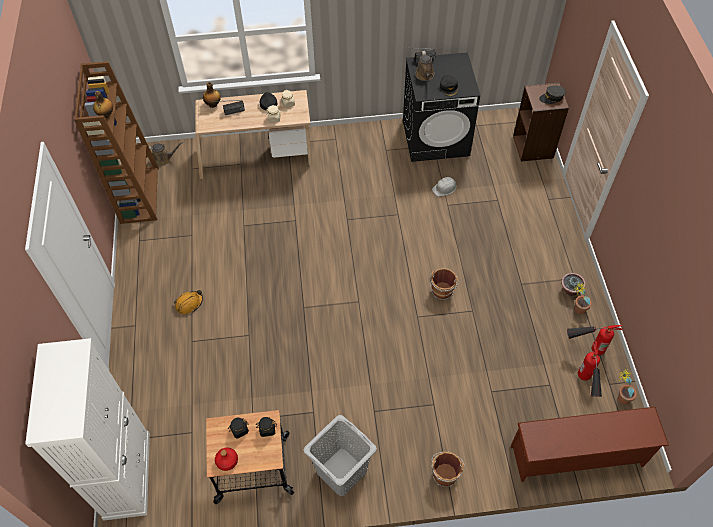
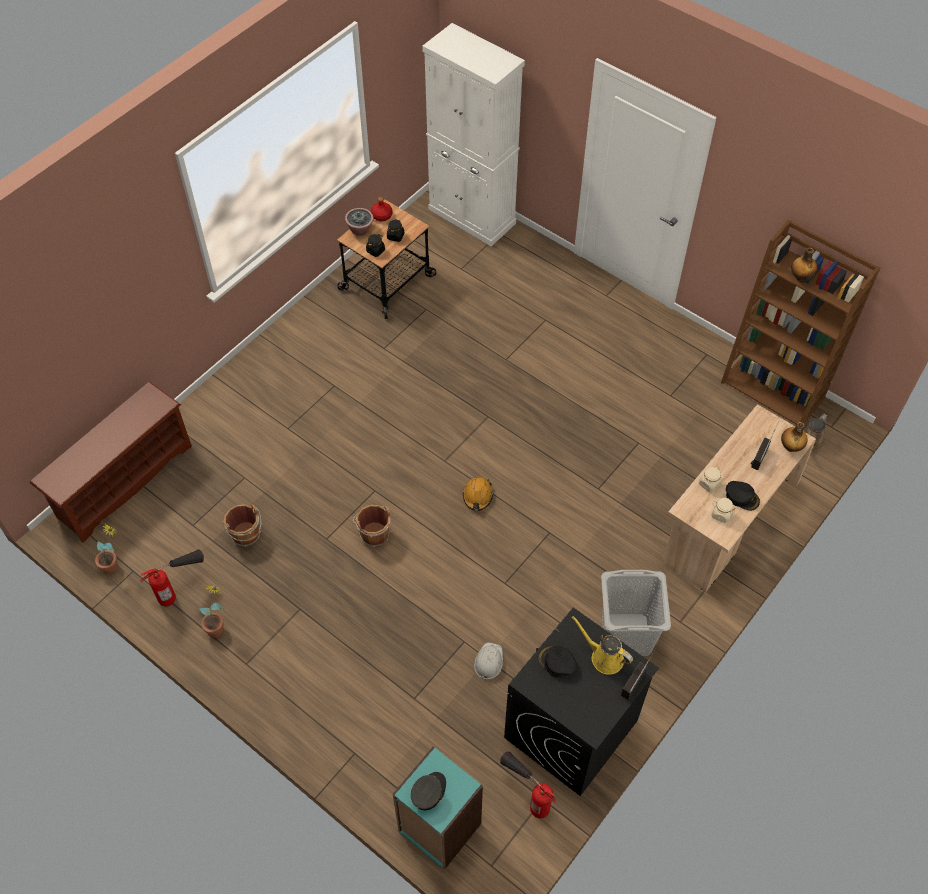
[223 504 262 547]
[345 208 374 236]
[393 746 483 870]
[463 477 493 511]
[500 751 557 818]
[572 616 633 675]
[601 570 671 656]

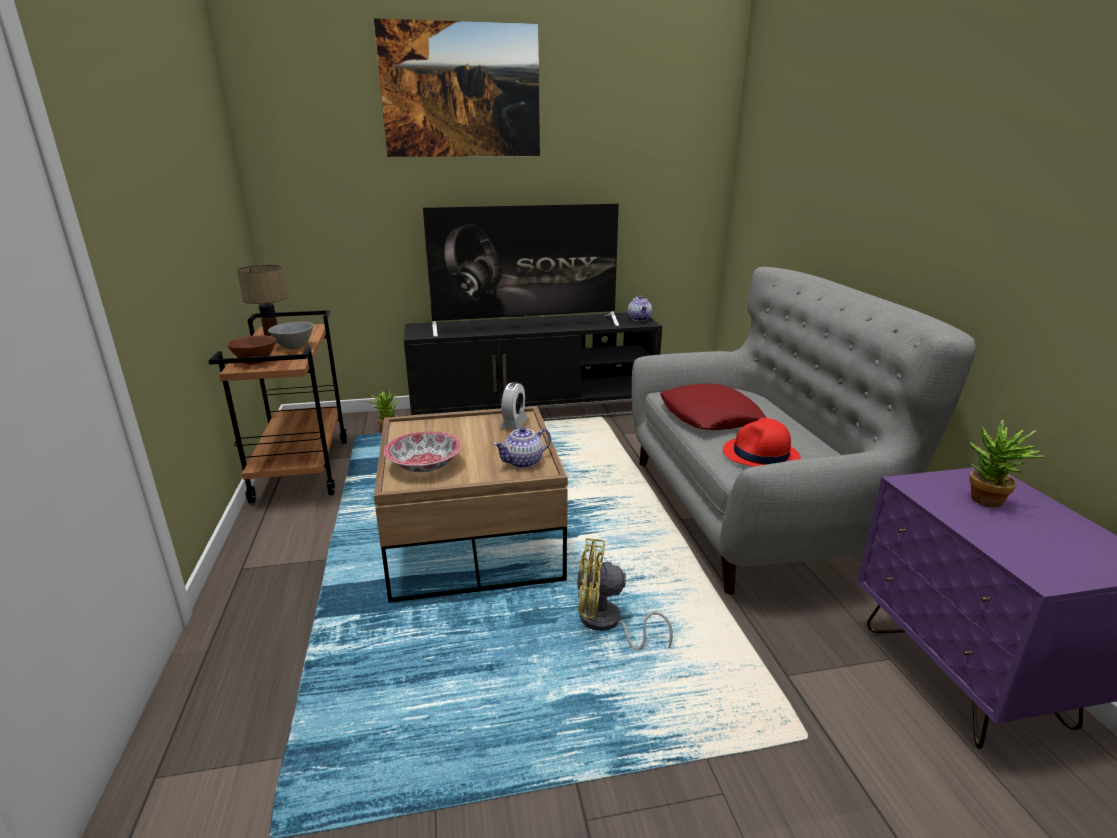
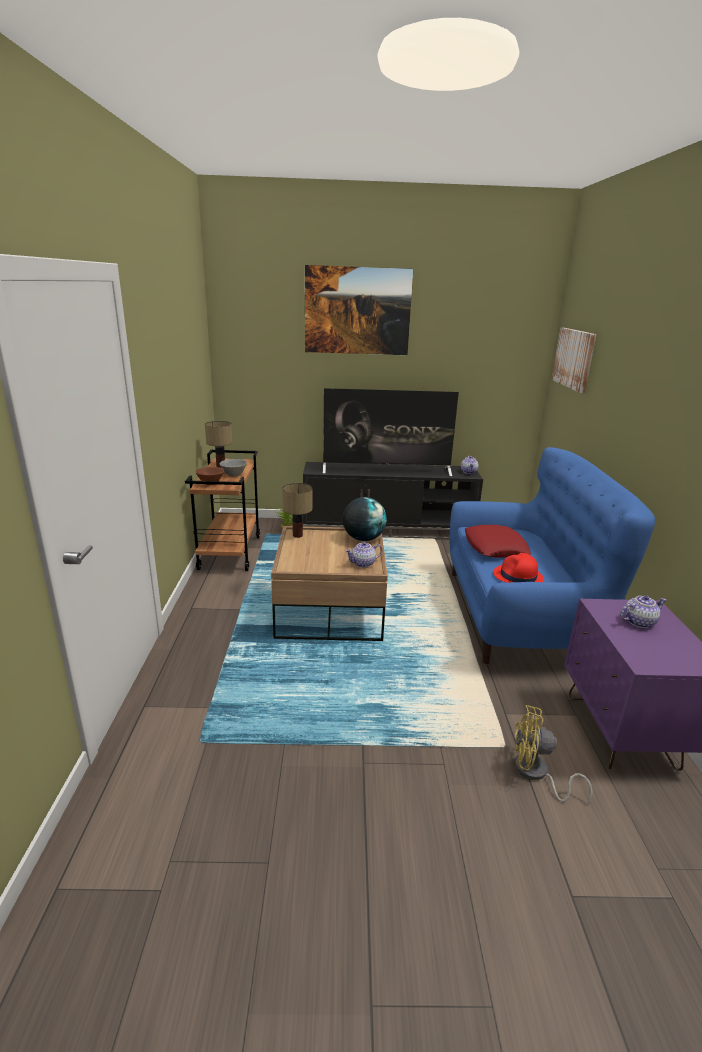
[282 483 313 538]
[343 497 387 541]
[449 447 655 664]
[514 705 592 805]
[552 328 596 393]
[620 595 666 628]
[384 431 461 472] (first image)

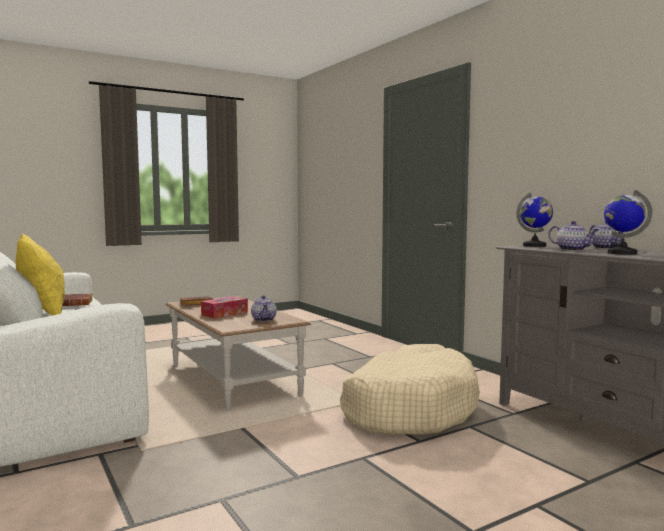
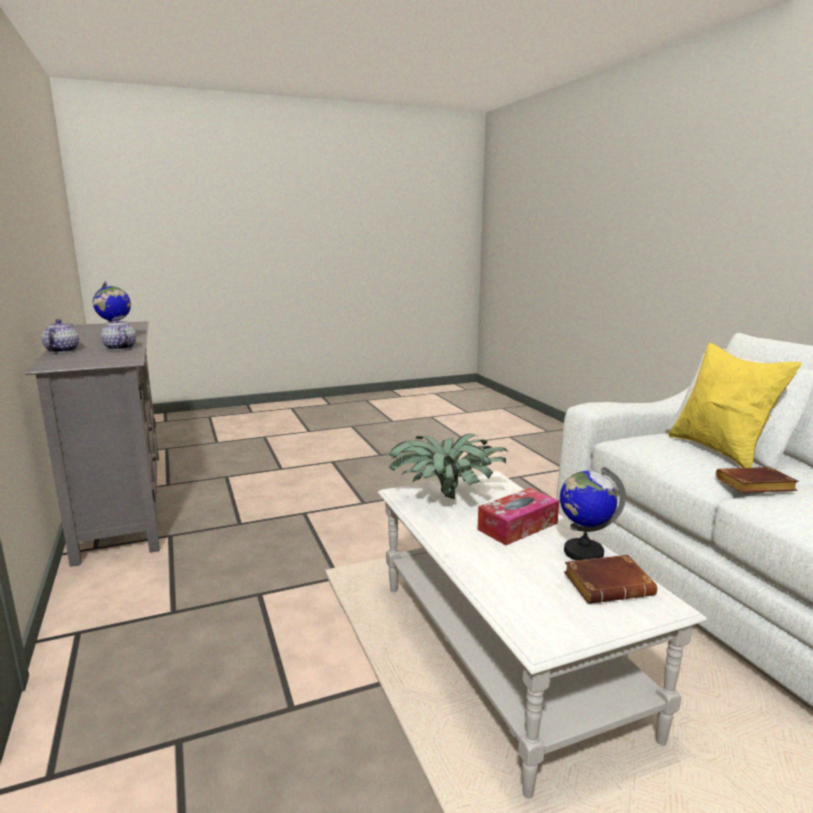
[378 471 707 799]
[389 434 508 499]
[560 467 626 561]
[340 344 480 434] (first image)

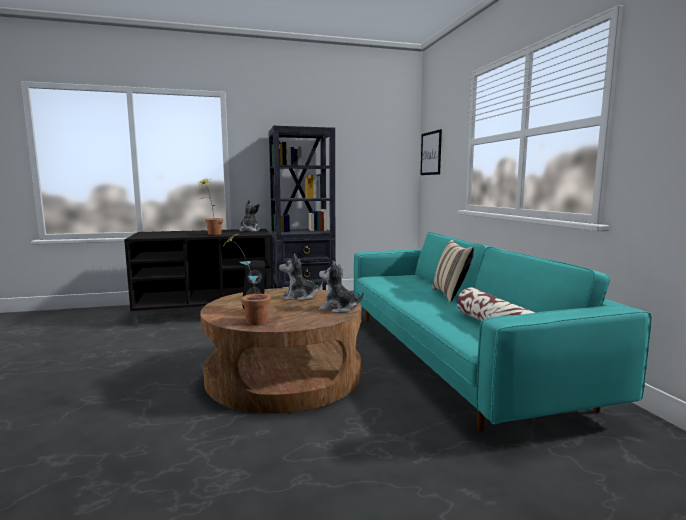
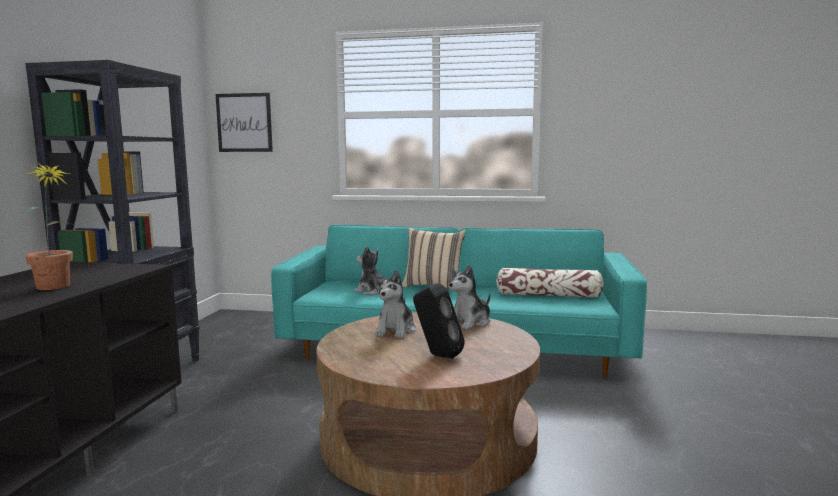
[354 246 386 295]
[223 234 271 325] (first image)

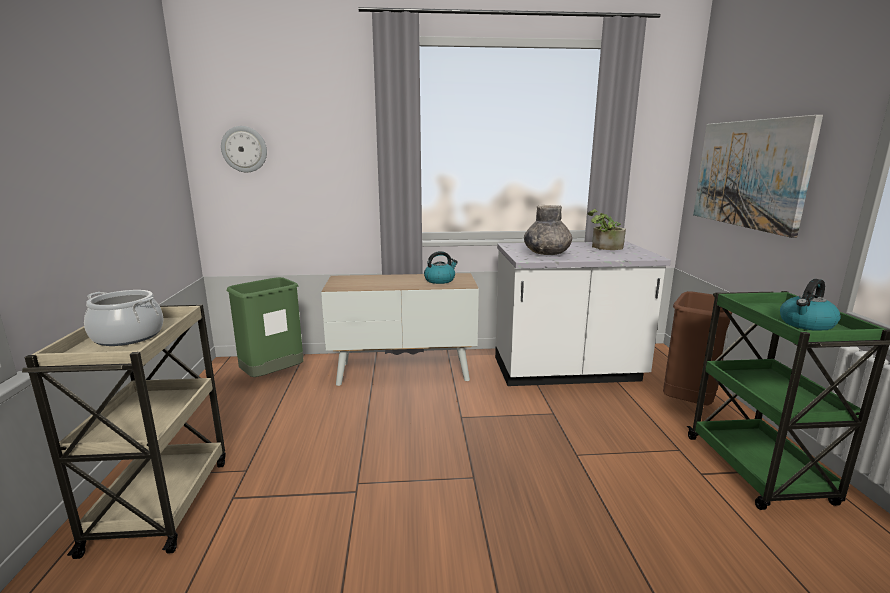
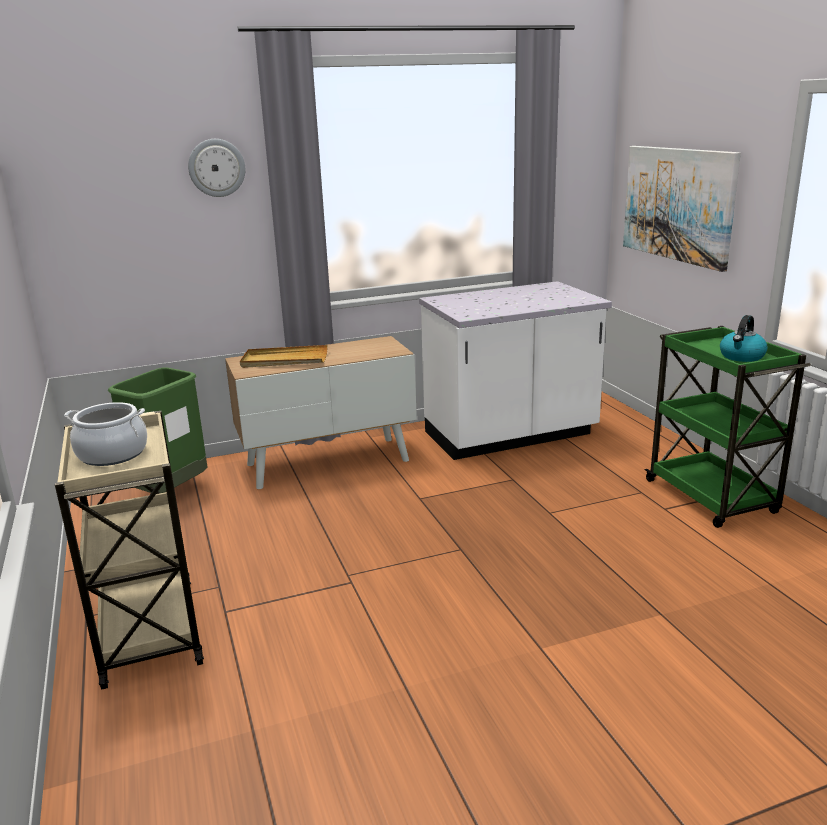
[188 139 245 197]
[240 345 327 368]
[424 251 458 284] (first image)
[524 205 572 255] (first image)
[587 209 626 250] (first image)
[663 291 732 405] (first image)

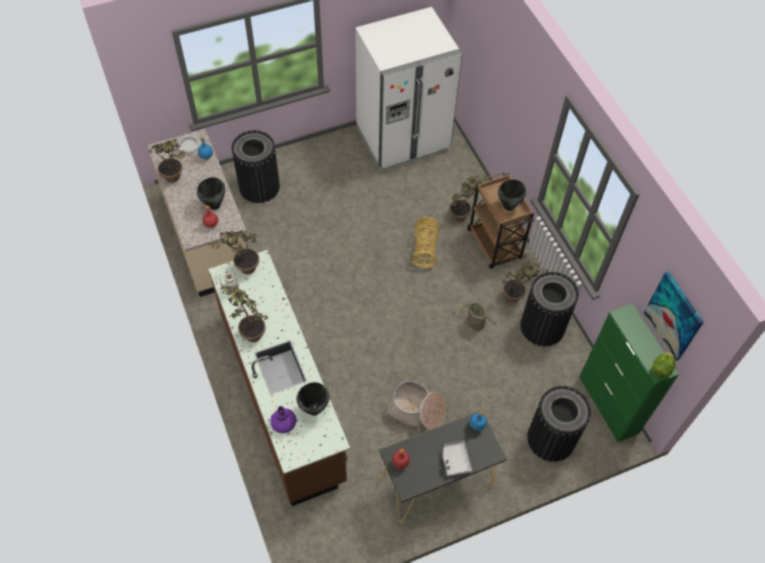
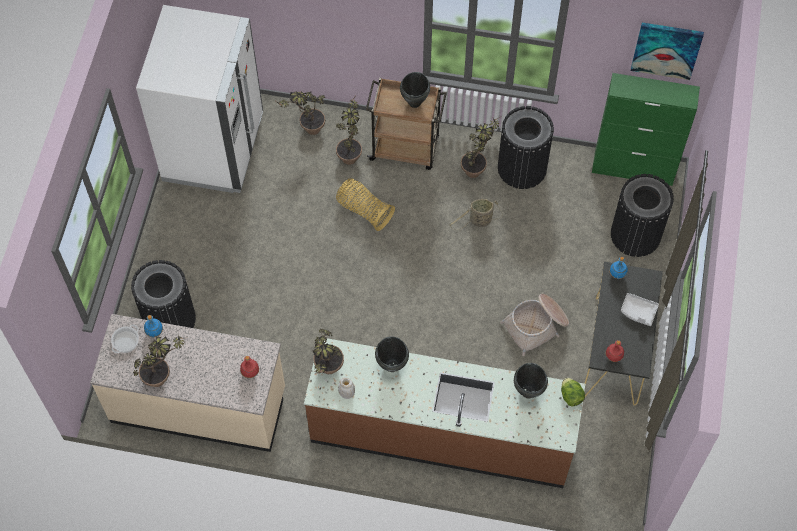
[276 91 325 135]
[375 336 409 372]
[561 378 585 407]
[270 406 296 433] (first image)

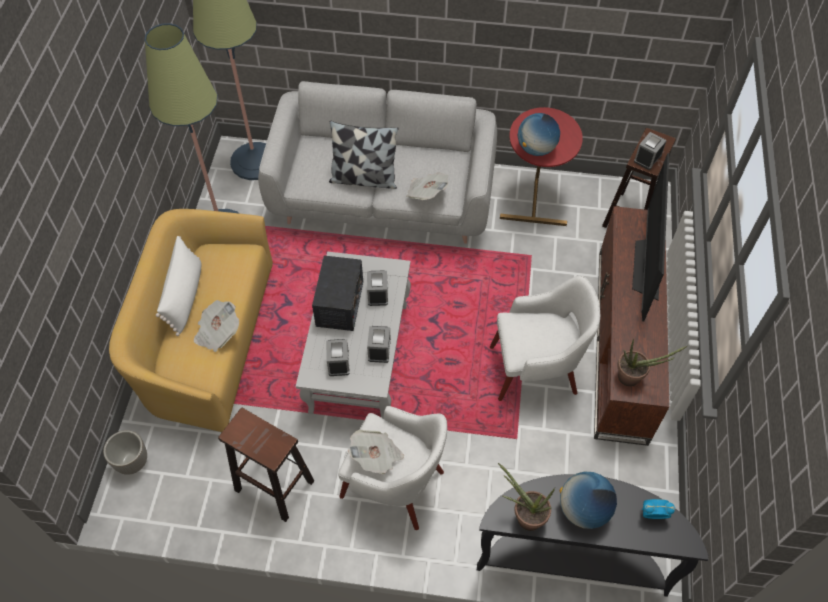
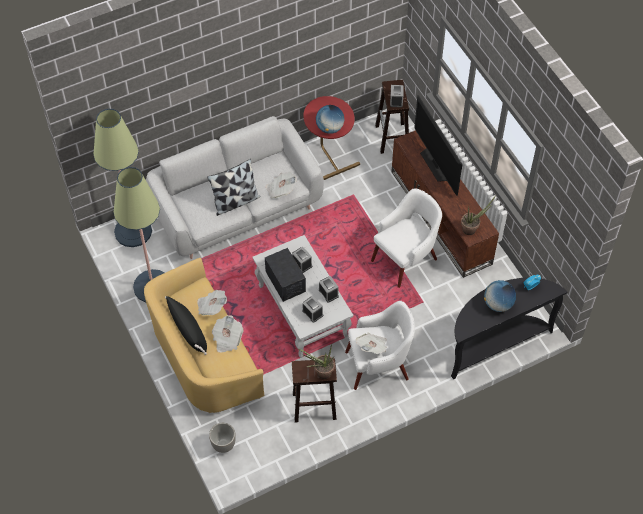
[165 296 207 355]
[197 290 227 315]
[299 344 335 379]

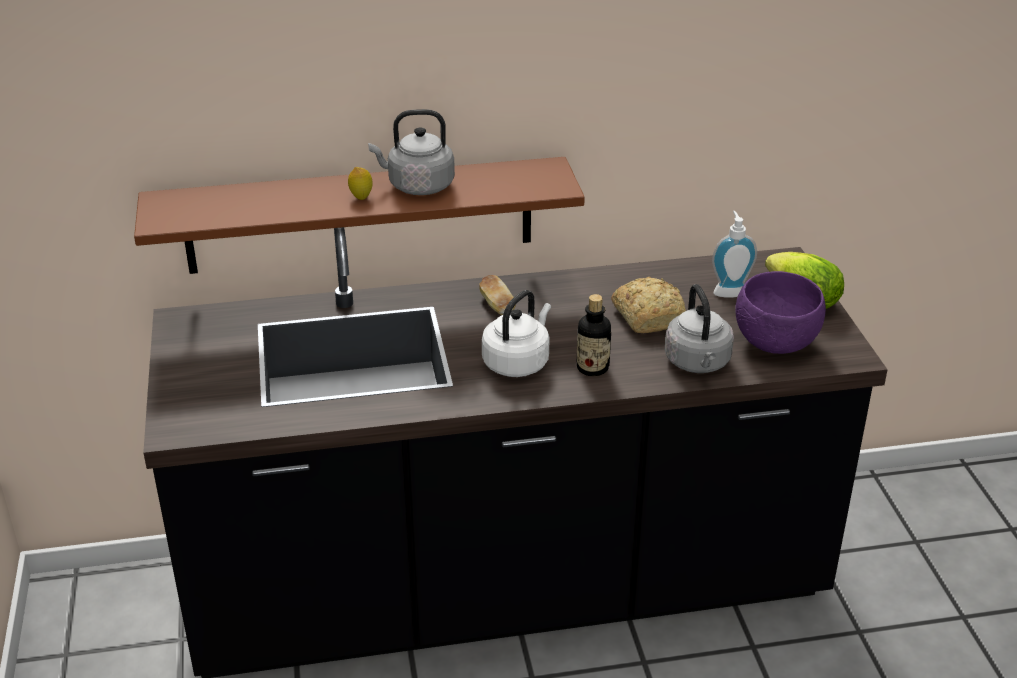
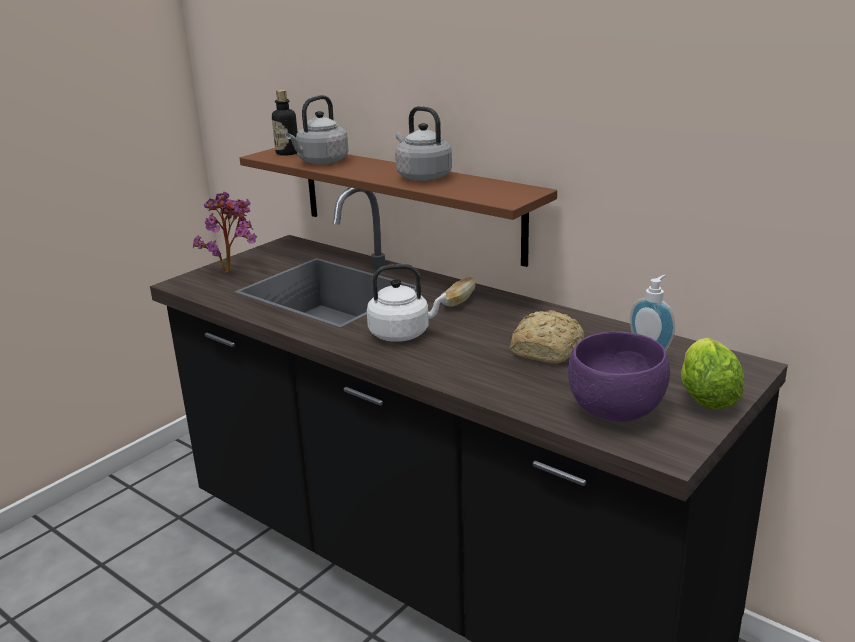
[193 192 257 273]
[272 90 298 156]
[286 95 349 164]
[348 167 373 200] (first image)

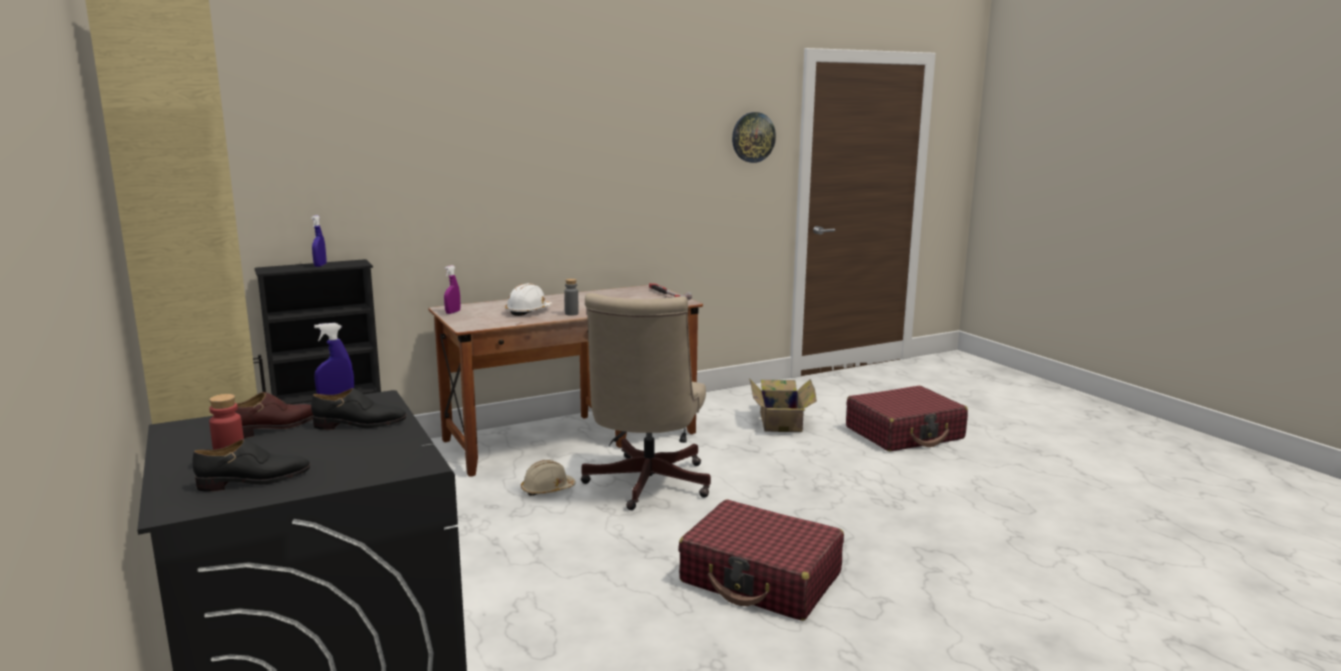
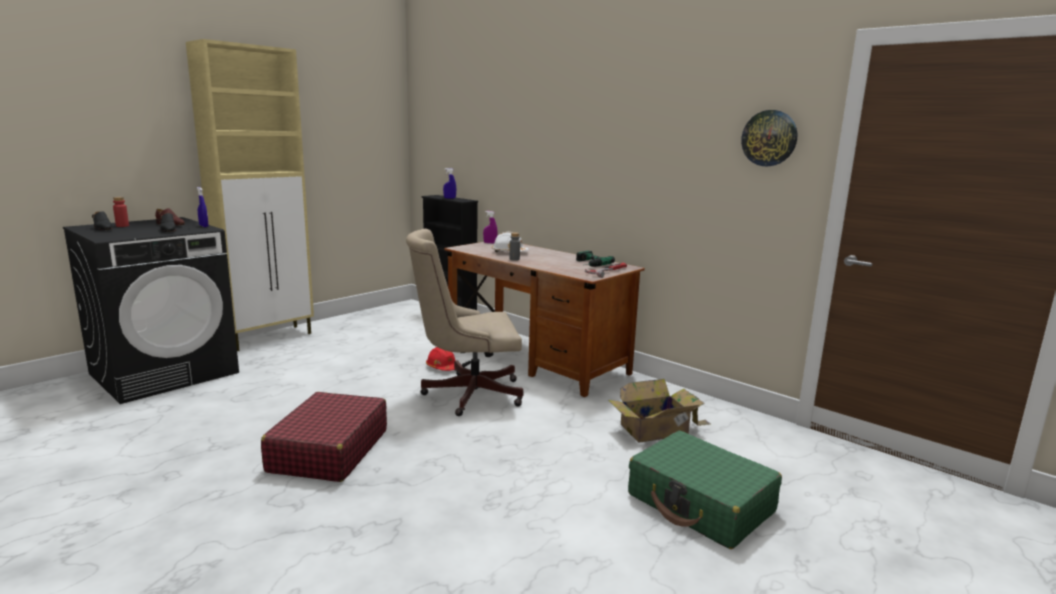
[426 347 456 371]
[576 251 615 267]
[628 431 782 549]

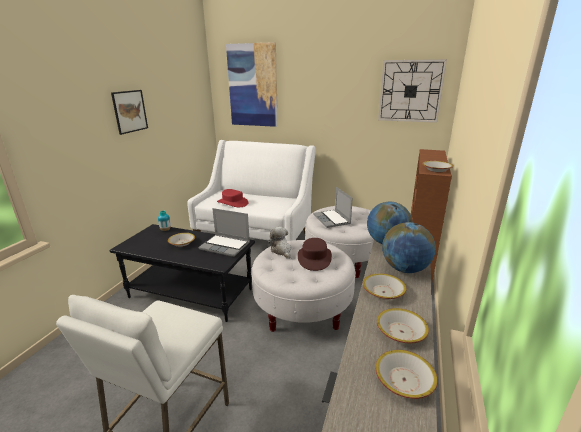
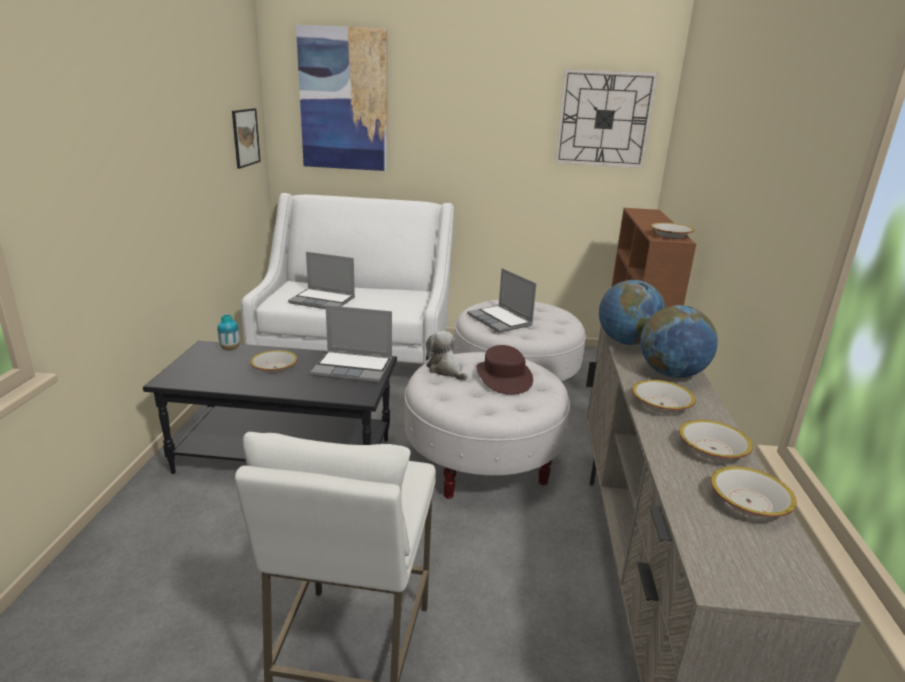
[232 108 261 169]
[288 252 355 309]

